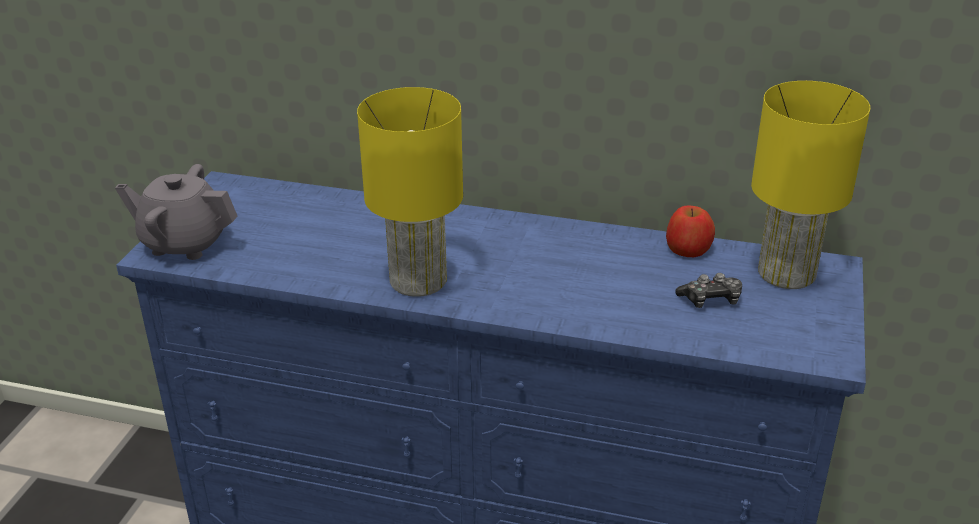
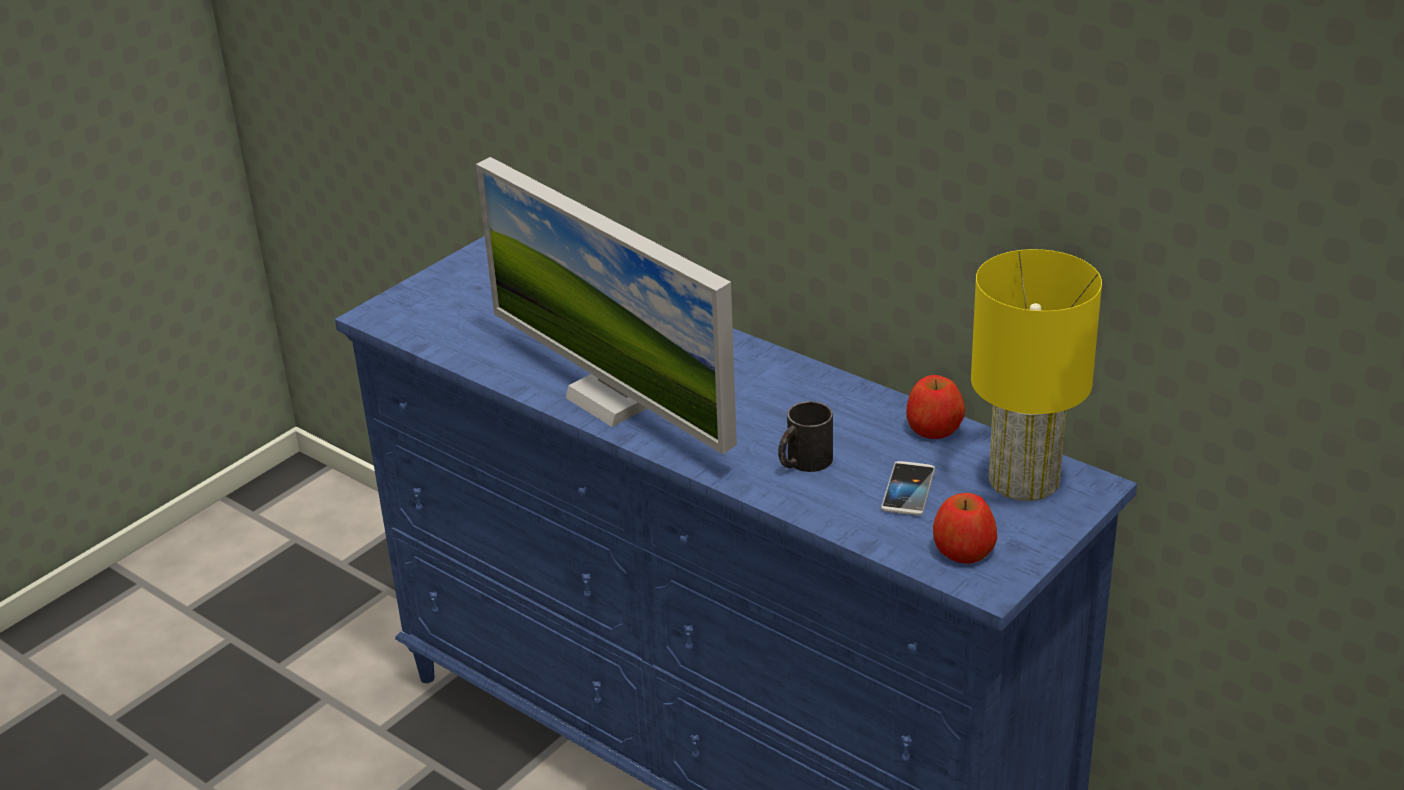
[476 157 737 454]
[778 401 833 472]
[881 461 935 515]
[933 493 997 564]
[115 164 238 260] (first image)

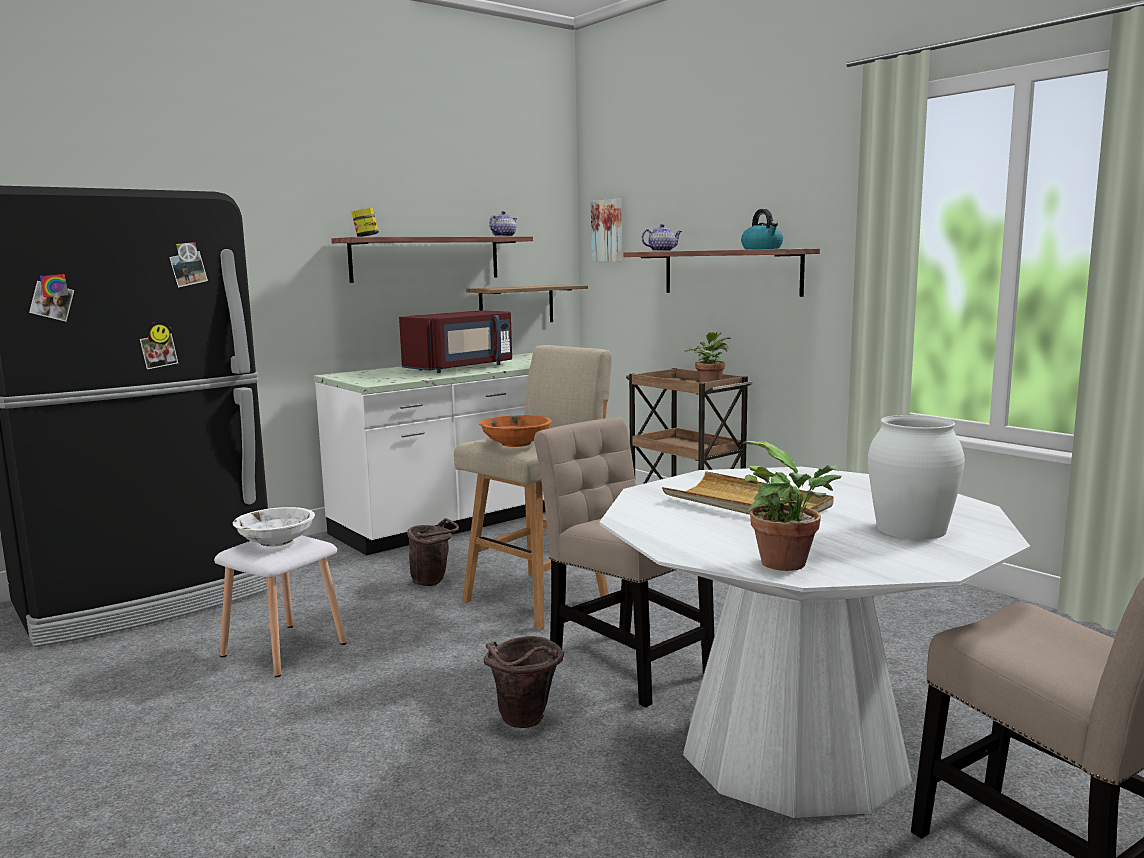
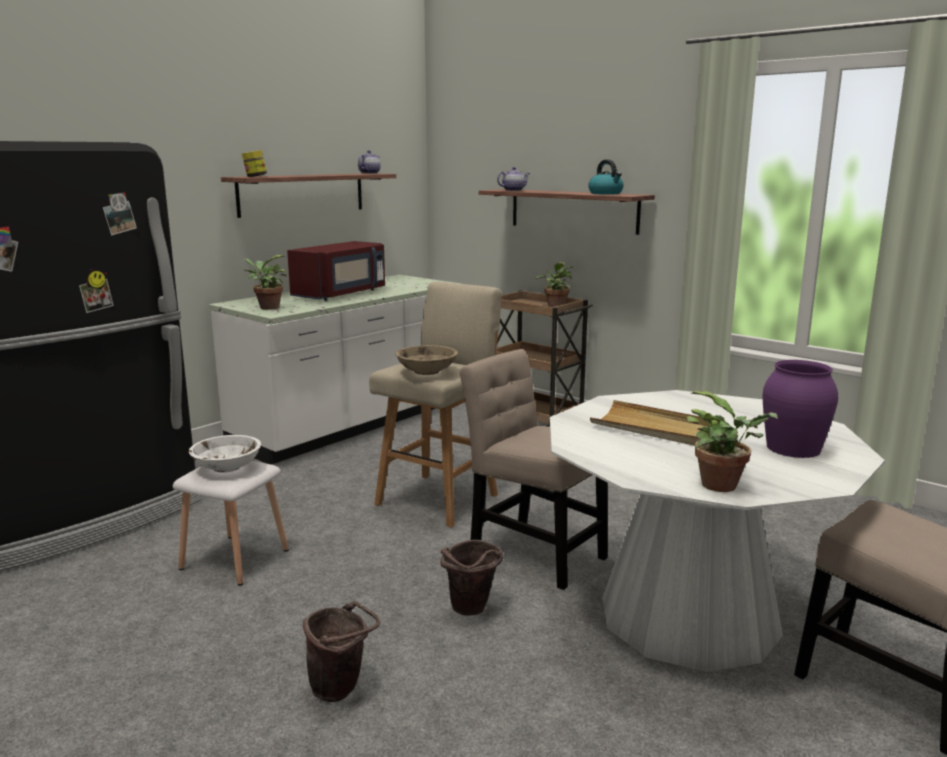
[244 255 287 310]
[303 601 380 702]
[395 345 458 375]
[763 360 838 458]
[466 285 588 322] (first image)
[591 199 622 262] (first image)

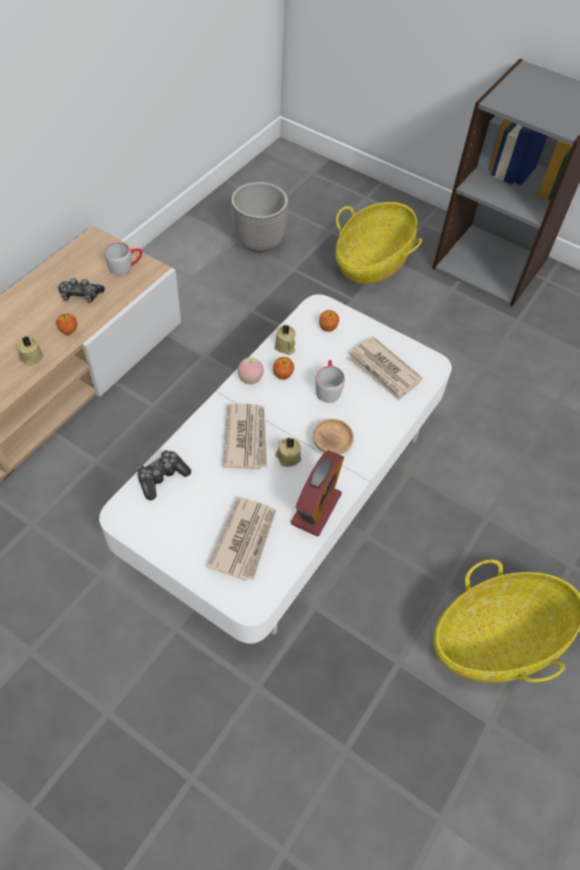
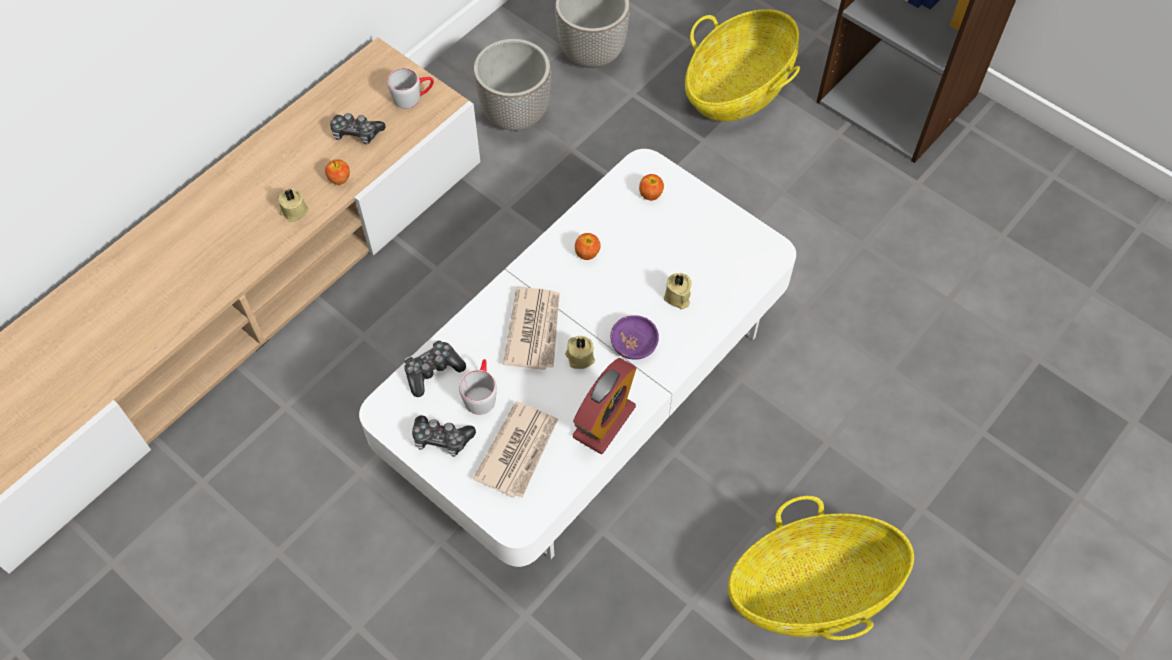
[412 415 476 457]
[459 359 497 415]
[473 39 551 131]
[610 315 659 360]
[664 273 692 309]
[238 357 264 384] (first image)
[347 337 423 401] (first image)

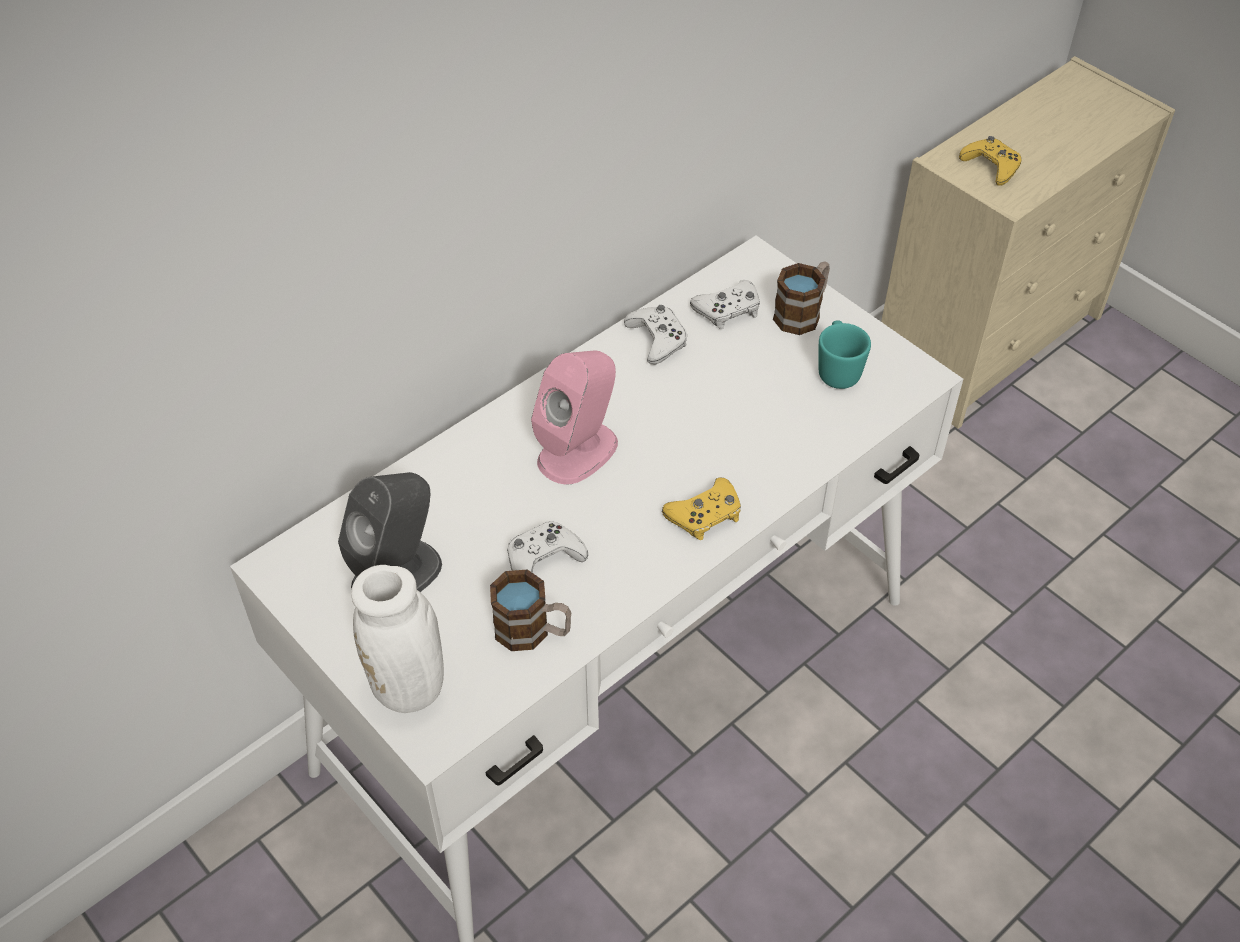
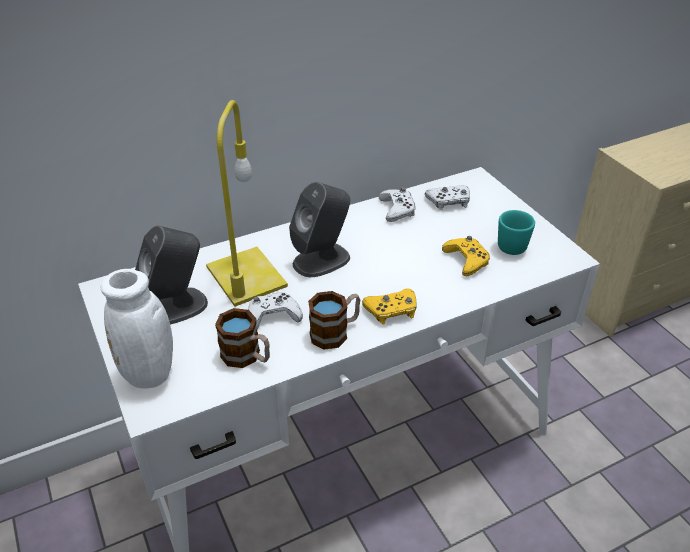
[206 100 288 307]
[289 182 350 277]
[308 291 360 350]
[442 236 490 276]

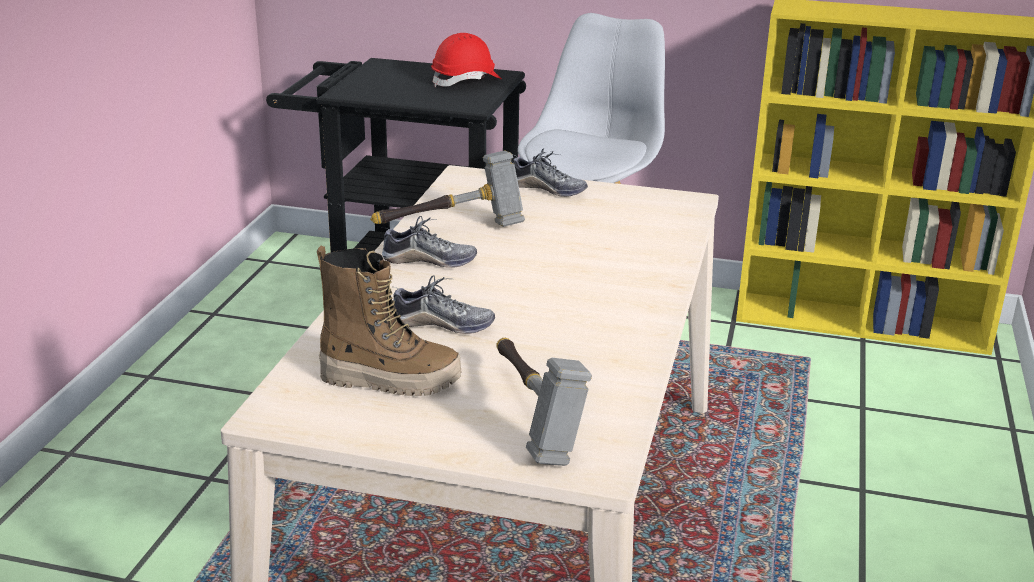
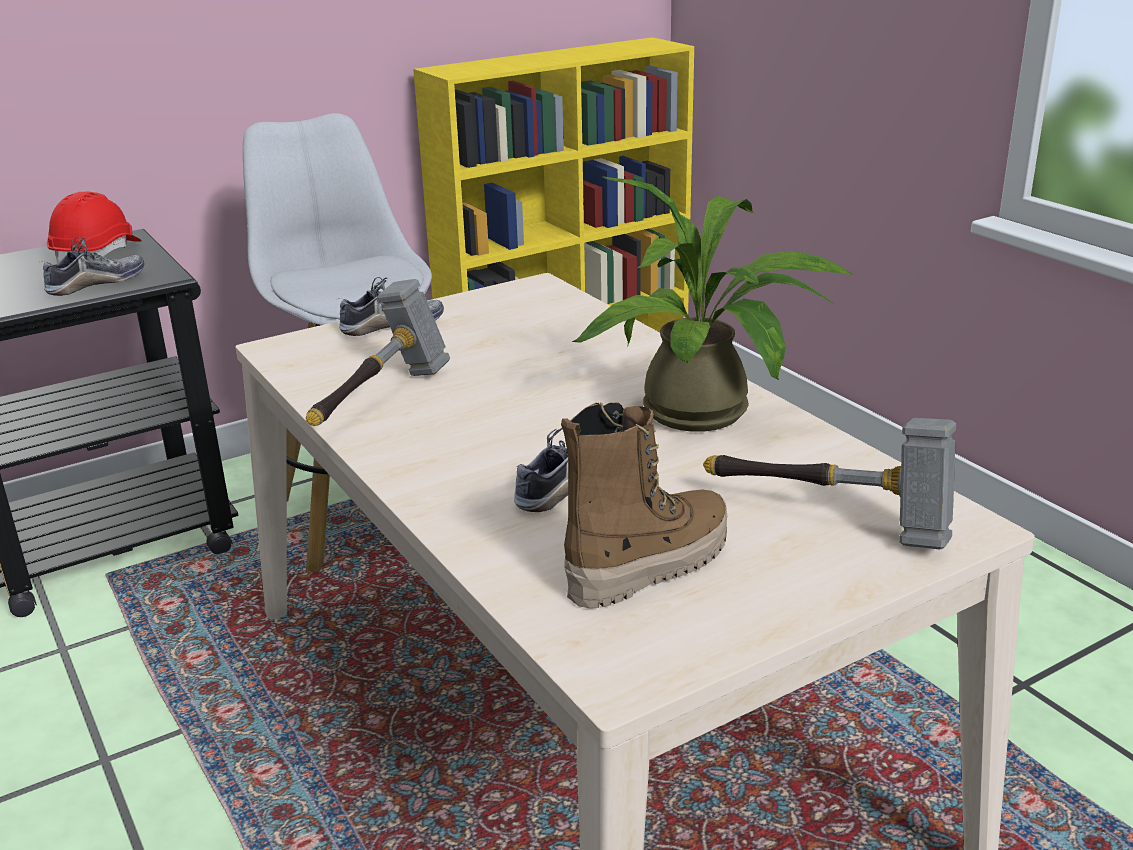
[41 237 144 296]
[572 176 854 432]

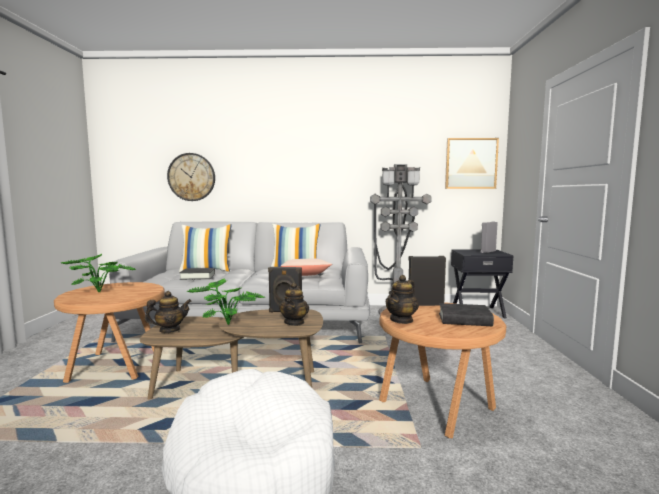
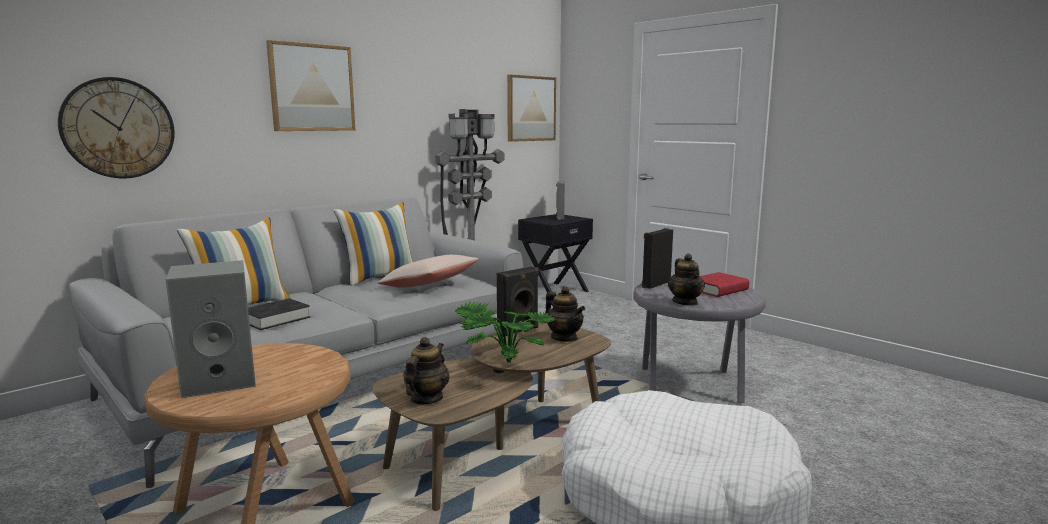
[166 260 256 398]
[266 40 355 131]
[633 283 766 403]
[700 272 749 297]

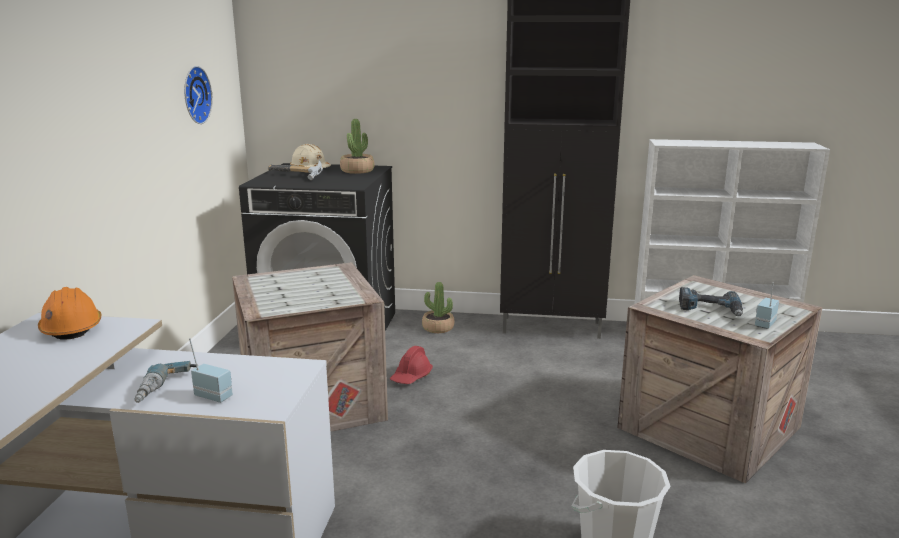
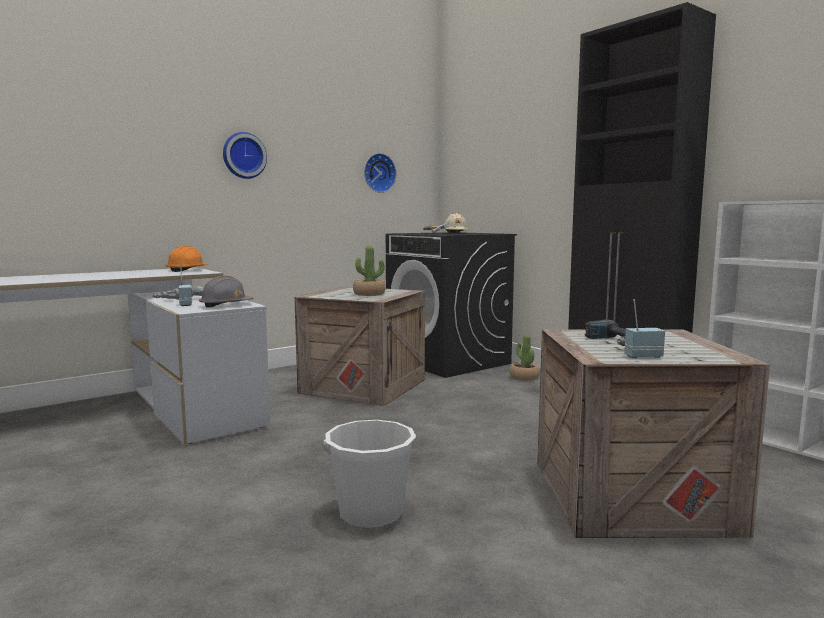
[199 275 254 308]
[223 132 267 179]
[353 246 386 296]
[390 346 433 384] (first image)

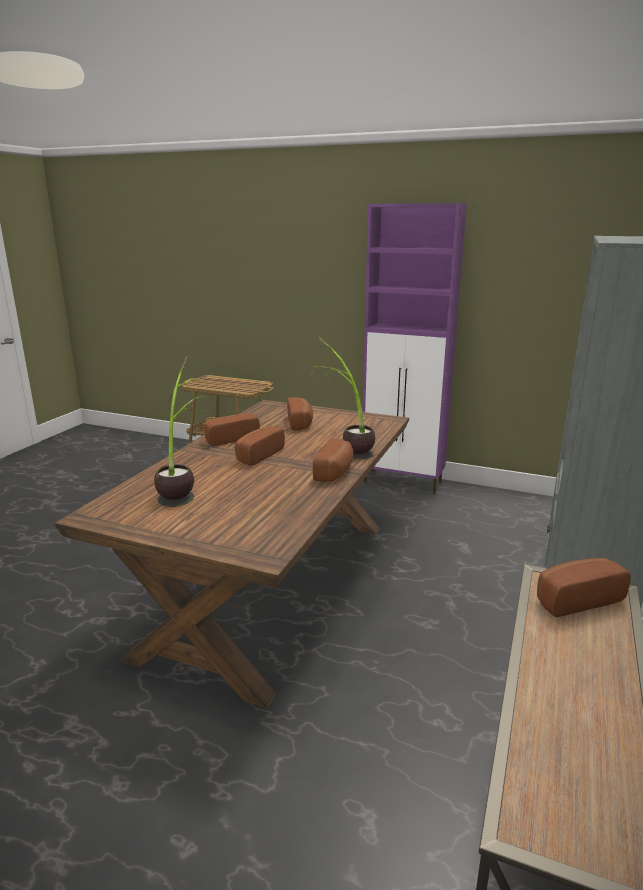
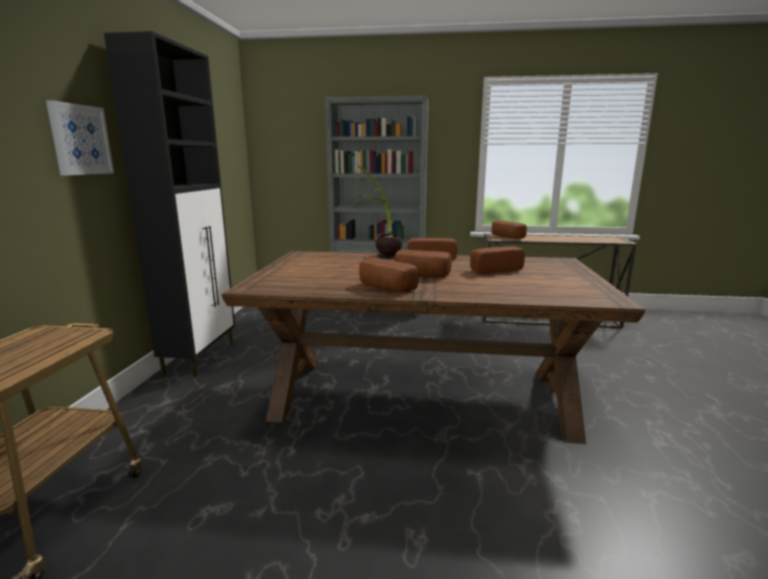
[46 100 114 175]
[104 31 235 377]
[470 246 525 274]
[154 356 209 507] (first image)

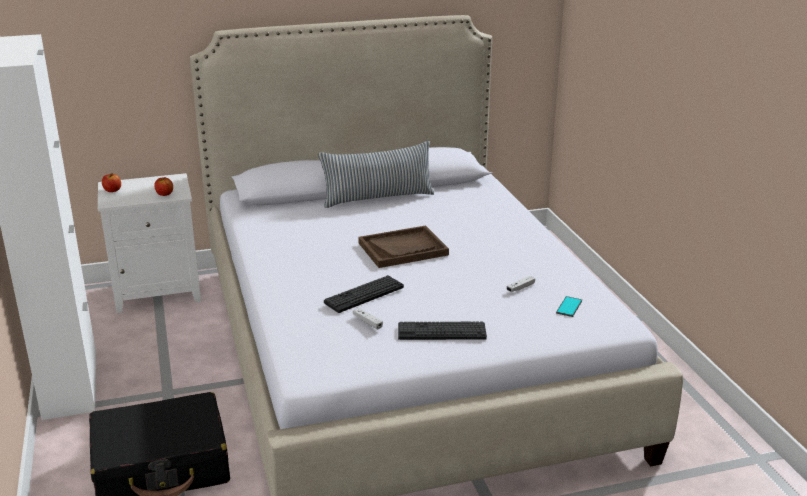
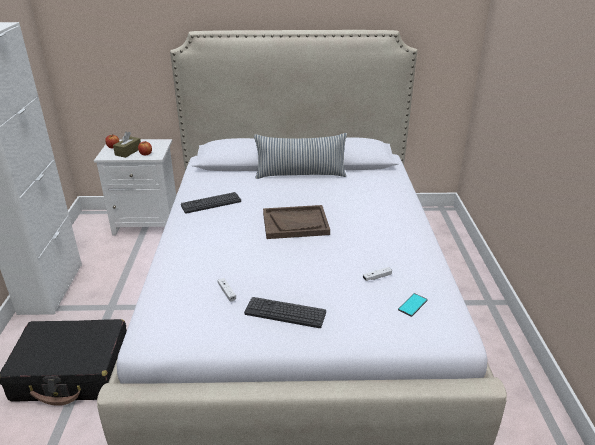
[113 132 141 158]
[181 192 241 214]

